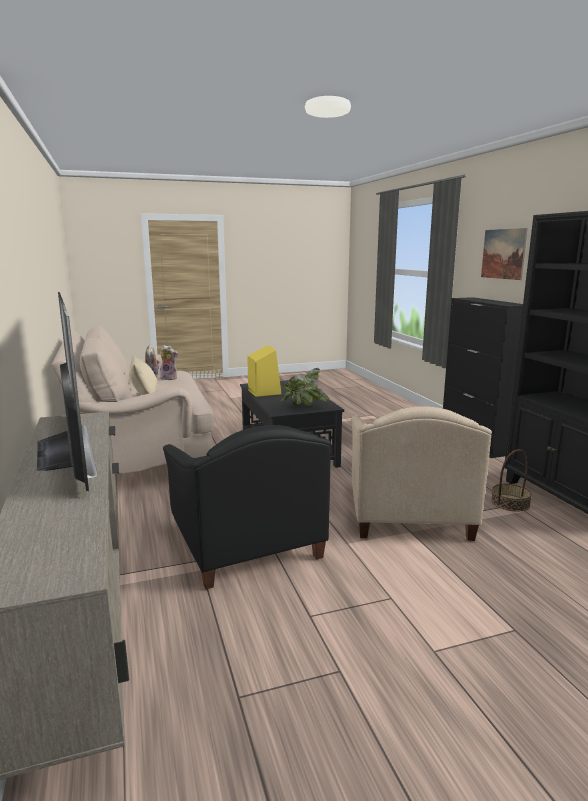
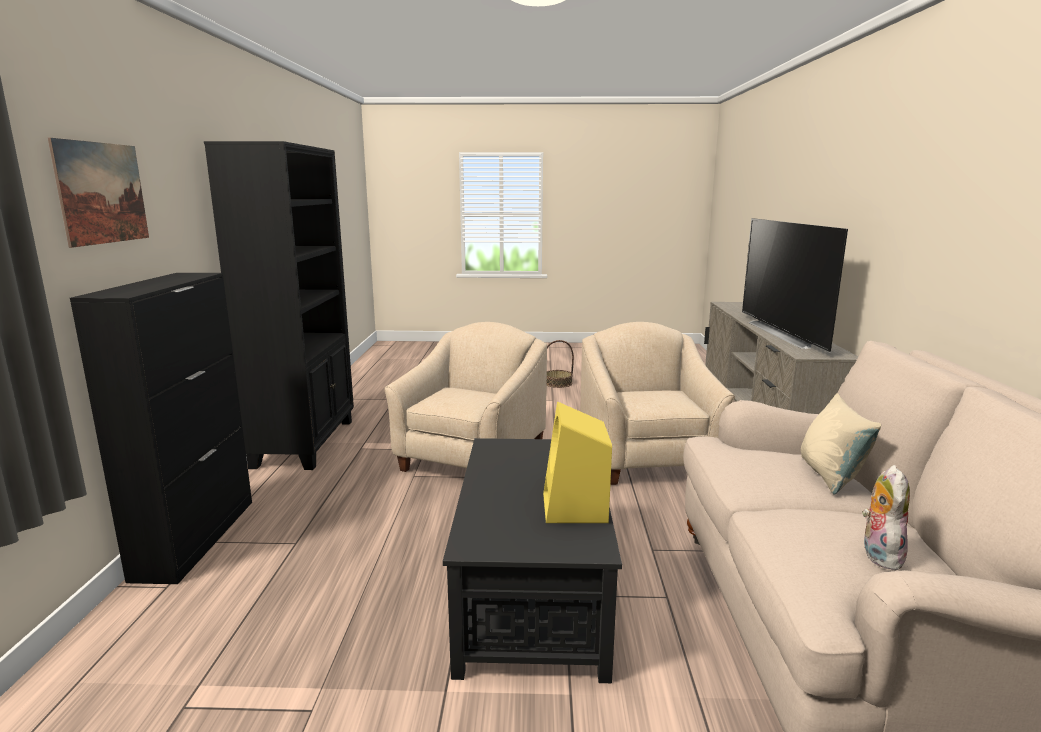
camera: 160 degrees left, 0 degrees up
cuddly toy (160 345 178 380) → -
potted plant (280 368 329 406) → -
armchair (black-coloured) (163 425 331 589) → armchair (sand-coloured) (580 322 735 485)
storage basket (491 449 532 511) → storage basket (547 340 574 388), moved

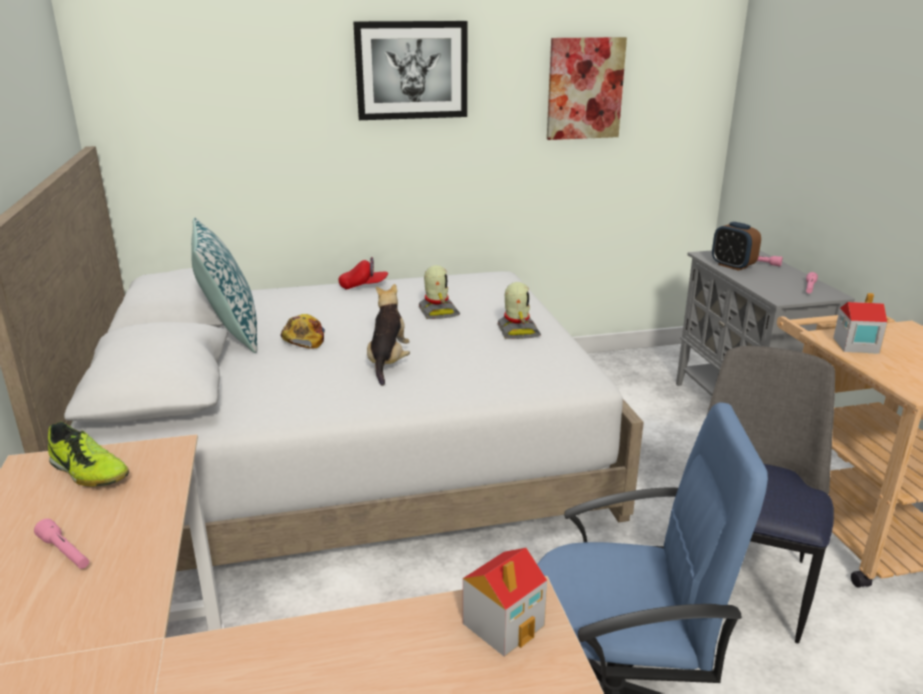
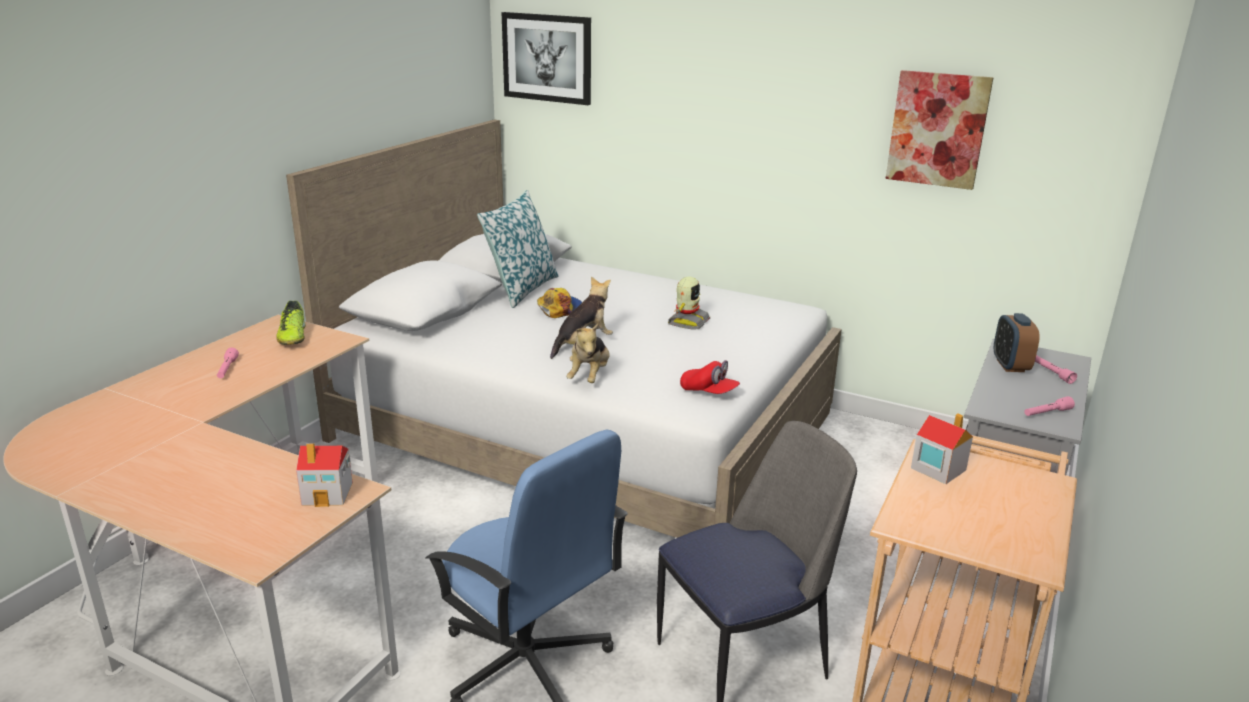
camera: 40 degrees right, 0 degrees up
wall art (353 21 467 120) → wall art (501 12 591 105), moved
cap (red) (339 257 388 289) → cap (red) (680 360 740 394), moved
model robot (498 282 541 339) → -
- → cuddly toy (566 324 610 383)

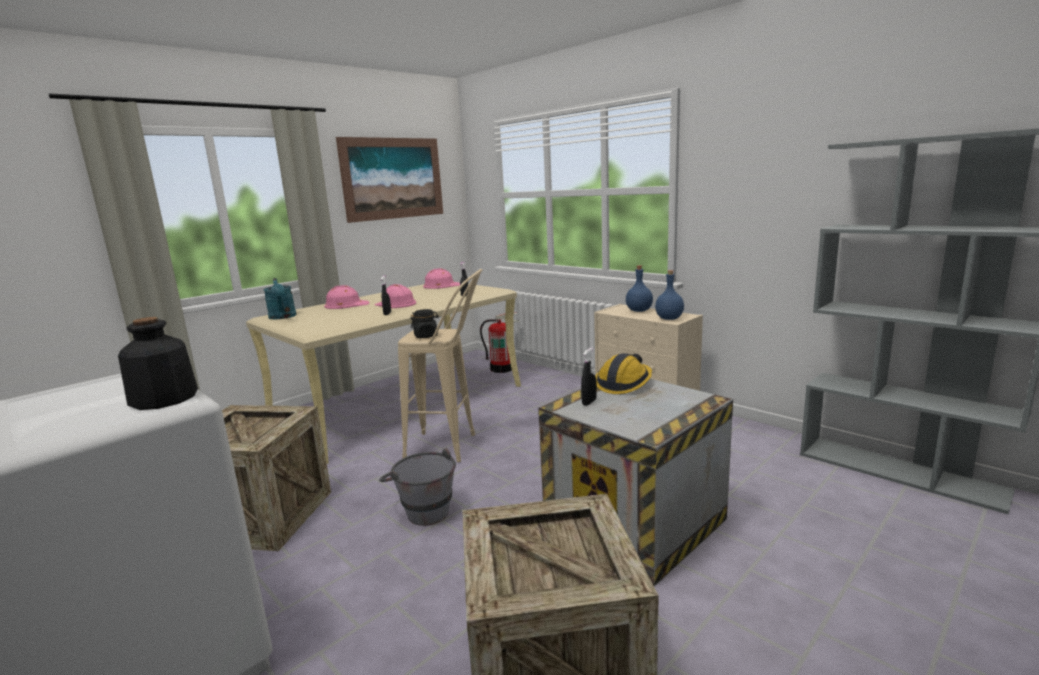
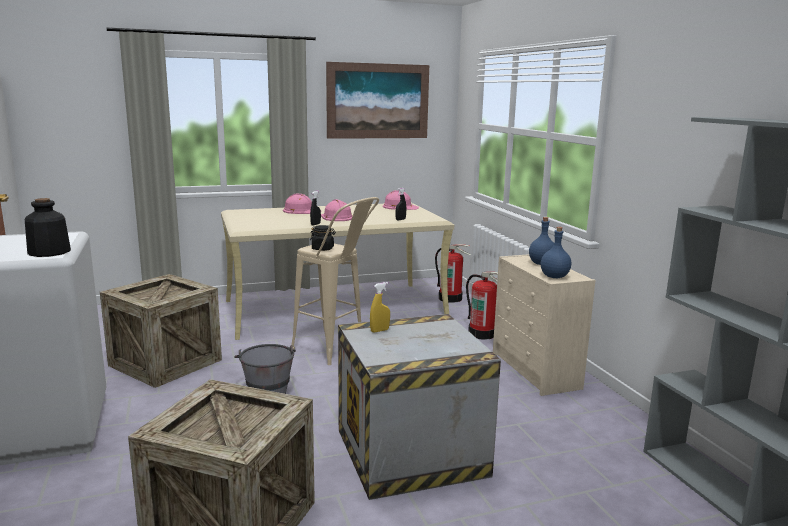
camera: 25 degrees right, 0 degrees up
watering can (blue-green) (263 278 296 319) → -
spray bottle (black-coloured) (581 347 597 406) → spray bottle (yellow-coloured) (370 282 390 333)
hard hat (595 353 652 394) → -
- → fire-fighting cylinder (466 272 498 340)

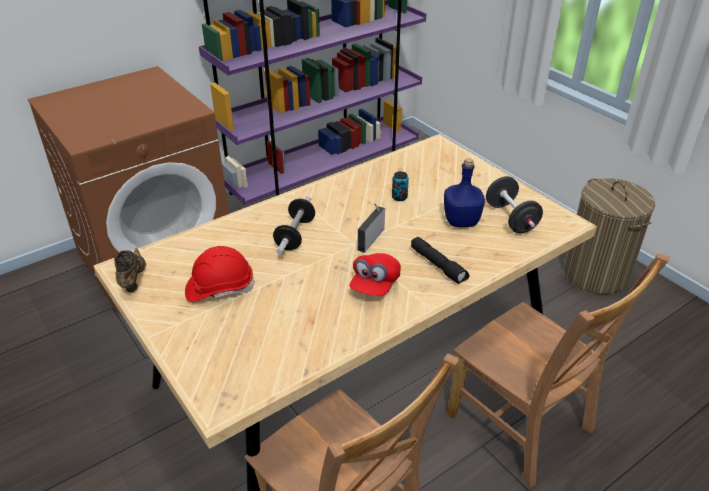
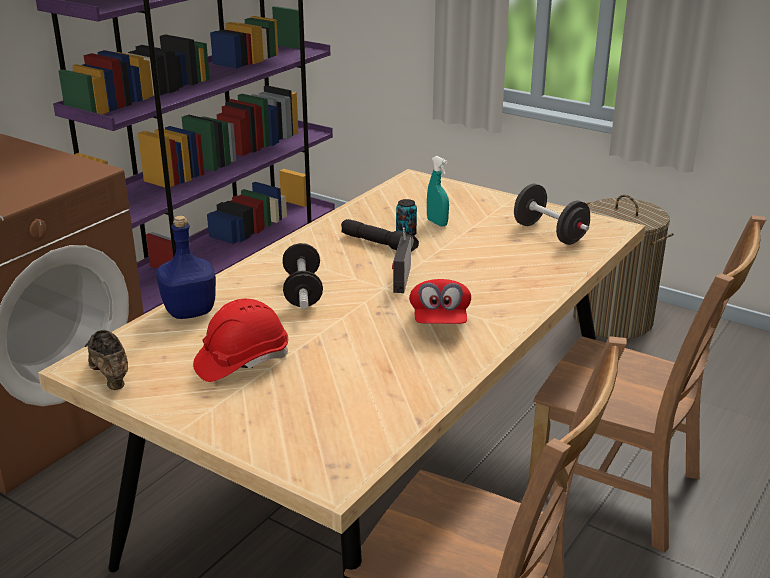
camera: 20 degrees left, 10 degrees down
beverage bottle (blue-coloured) (444 158 485 228) → beverage bottle (blue-coloured) (156 216 216 319), moved
flashlight (black-coloured) (411 237 470 284) → flashlight (black-coloured) (341 219 419 252), moved
- → spray bottle (blue-green) (427 156 449 227)

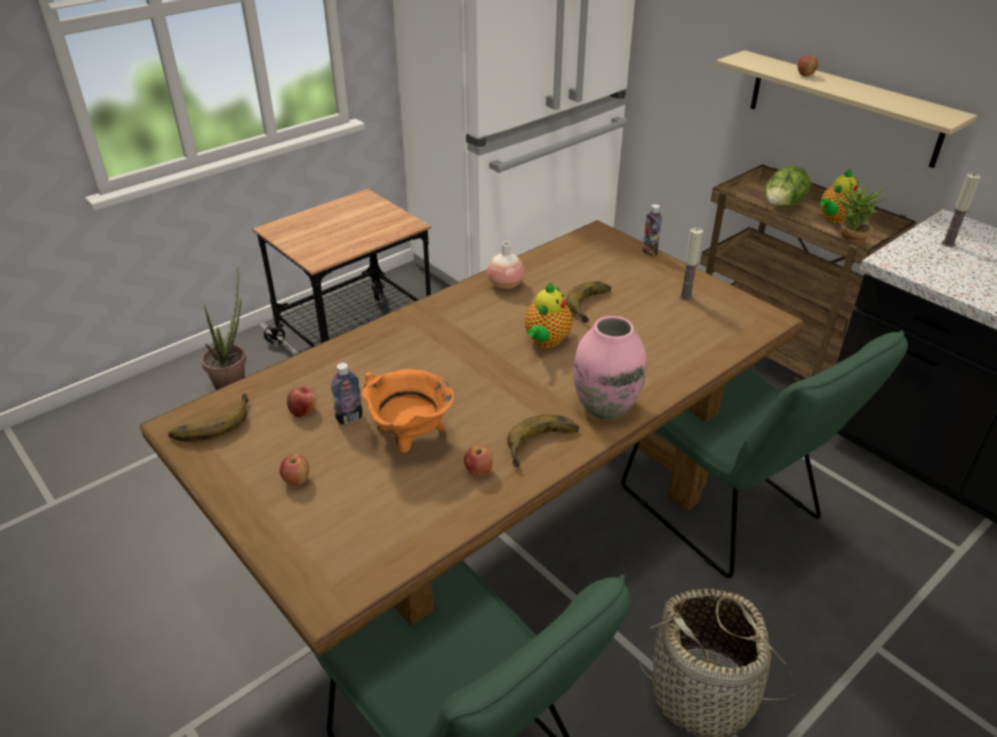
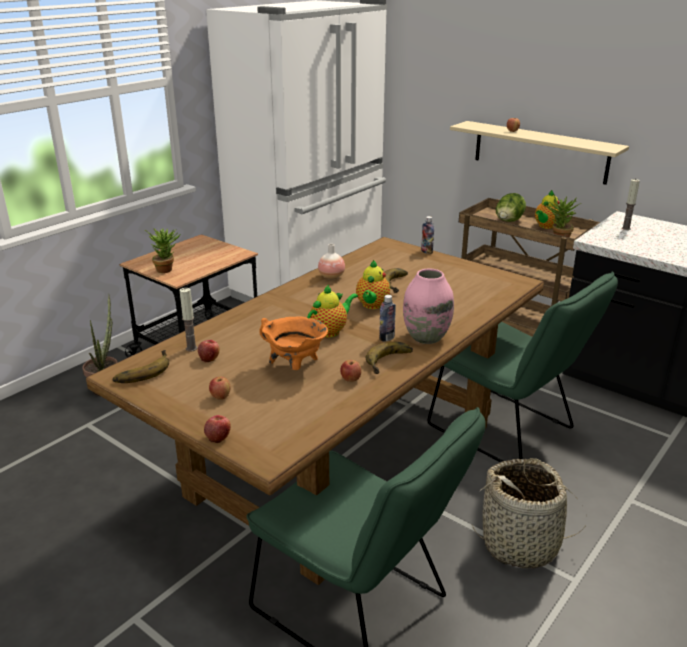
camera: 10 degrees left, 10 degrees down
wax light (679 228 703 301) → wax light (180 288 197 352), moved
beverage bottle (331 363 363 424) → beverage bottle (379 295 396 342), moved
- → potted plant (145 228 181 273)
- → teapot (307 285 358 338)
- → whole apple (204 415 231 443)

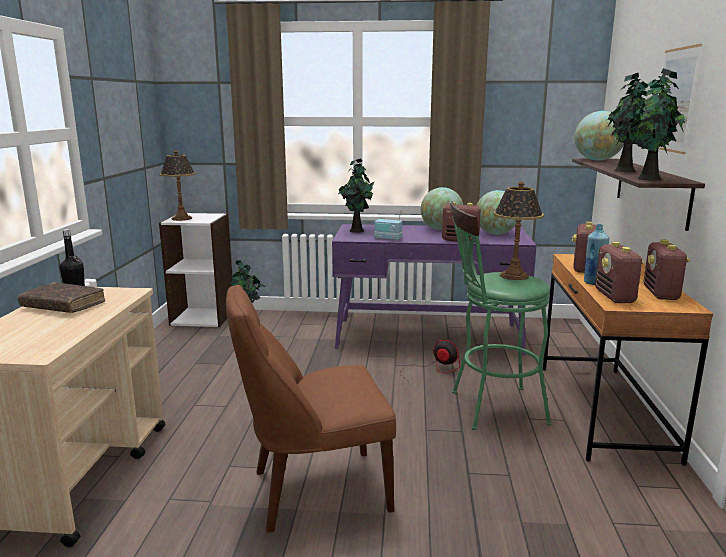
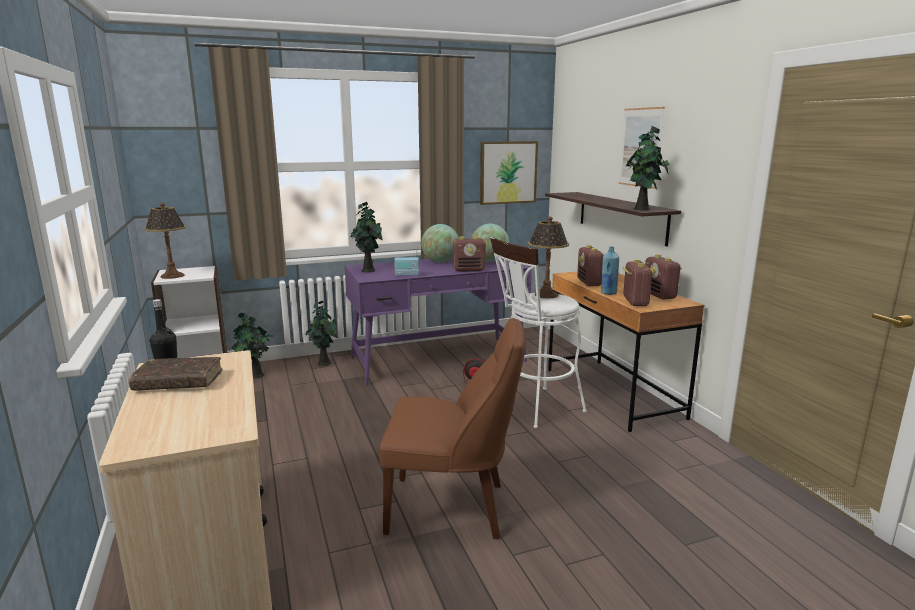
camera: 25 degrees left, 0 degrees up
potted plant (607 73 648 172) → potted plant (305 301 336 366), moved
desk globe (575 111 624 161) → -
sitting stool (greenish) (450 201 552 430) → sitting stool (whitish) (490 237 587 428)
radio receiver (595 242 645 303) → radio receiver (623 259 652 306), 150 degrees counterclockwise
upright chair (brownish) (226 284 396 533) → upright chair (brownish) (380 318 525 539), 135 degrees counterclockwise
- → wall art (480 141 538 205)

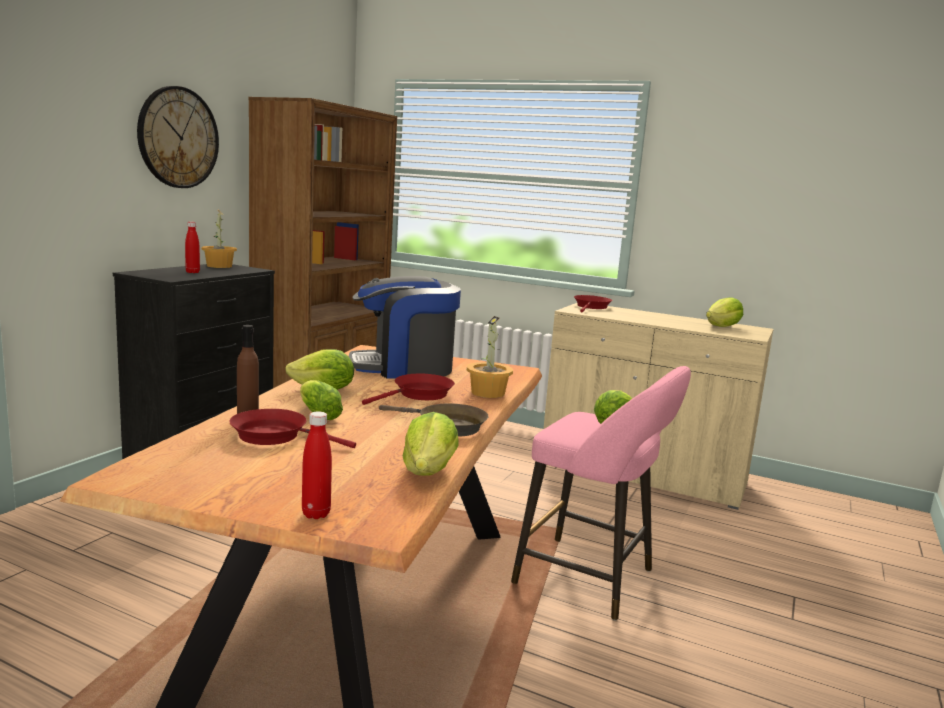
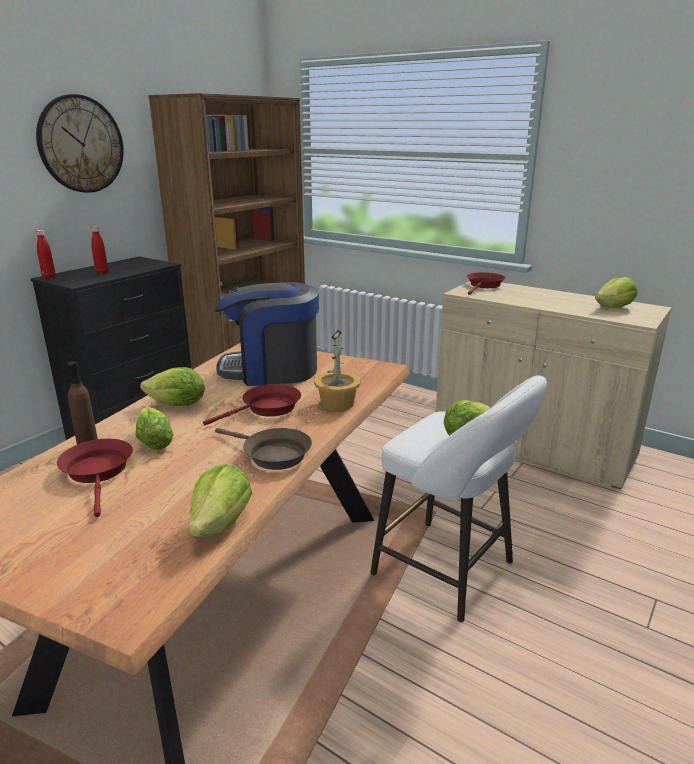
camera: 10 degrees right, 10 degrees up
potted plant (202 210 237 268) → -
sitting stool (pink-coloured) (511 366 691 621) → sitting stool (whitish) (371 375 547 623)
pan (red) (229 409 356 448) → pan (red) (57 439 133 517), 45 degrees clockwise
beverage bottle (red) (302 411 332 519) → beverage bottle (red) (36 230 56 279), moved

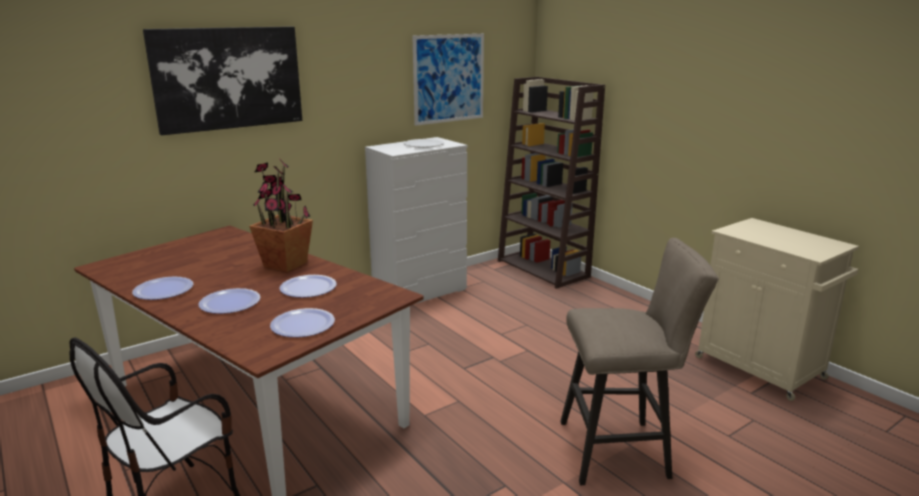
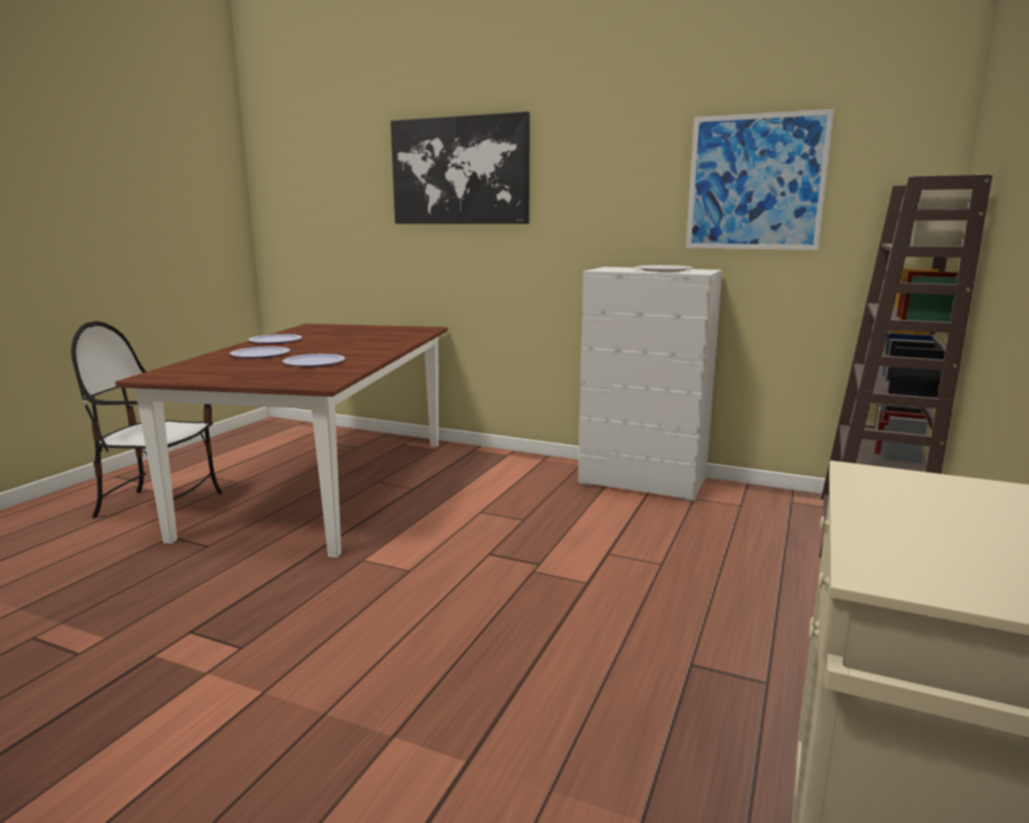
camera: 60 degrees right, 5 degrees down
potted plant (249 159 313 272) → -
sitting stool (sand-coloured) (560 238 718 485) → -
plate (270 308 335 337) → -

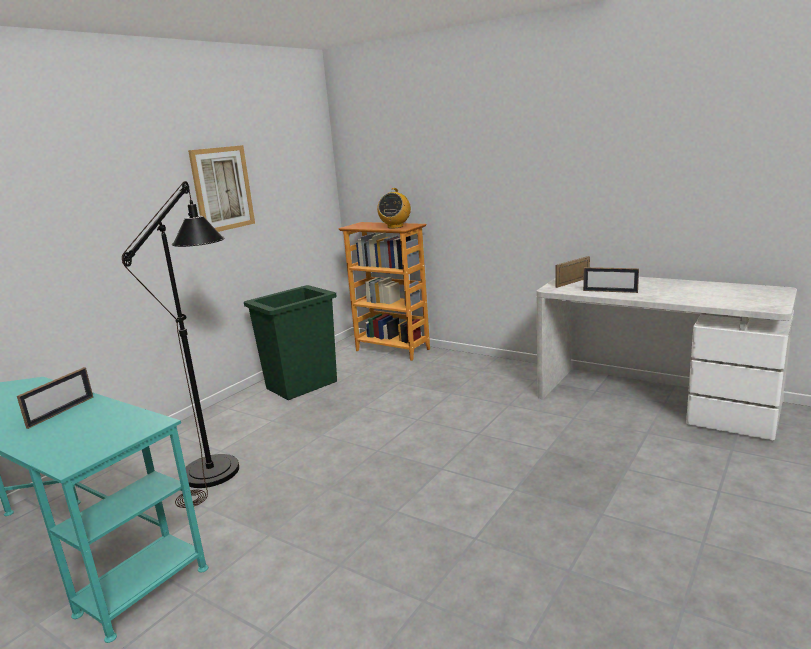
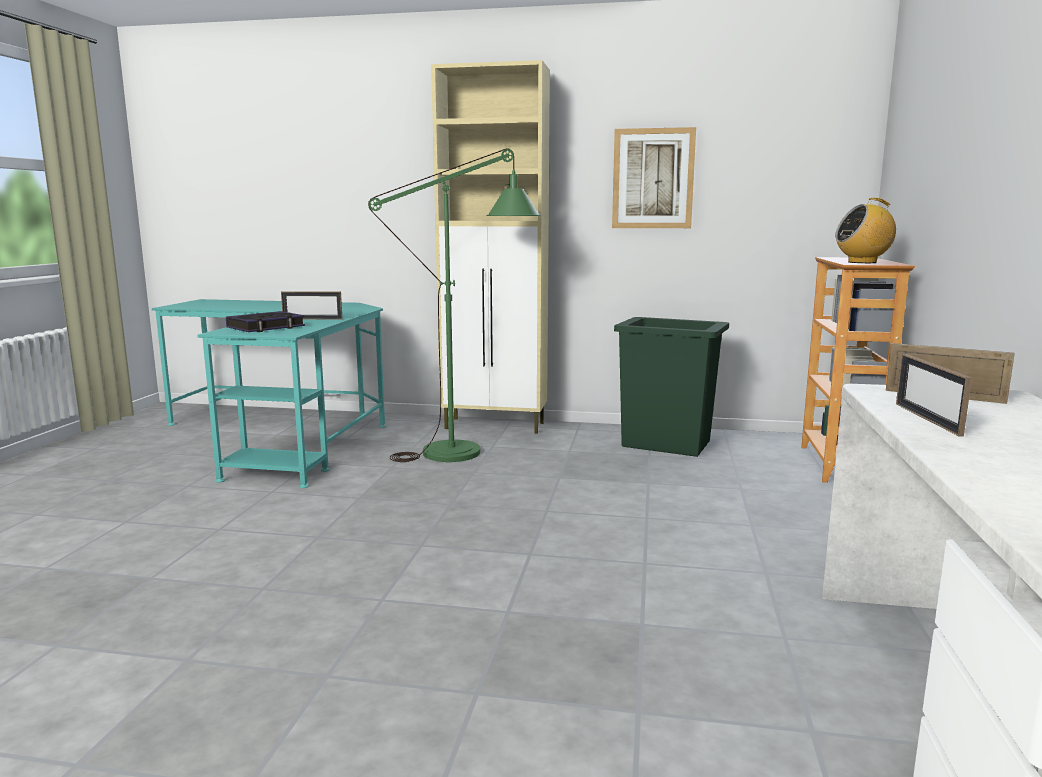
camera: 65 degrees right, 5 degrees down
standing lamp (black-coloured) (122 181 239 508) → standing lamp (greenish) (368 149 541 462)
- → storage cabinet (sand-coloured) (431 60 550 434)
- → volume (226 311 305 332)

